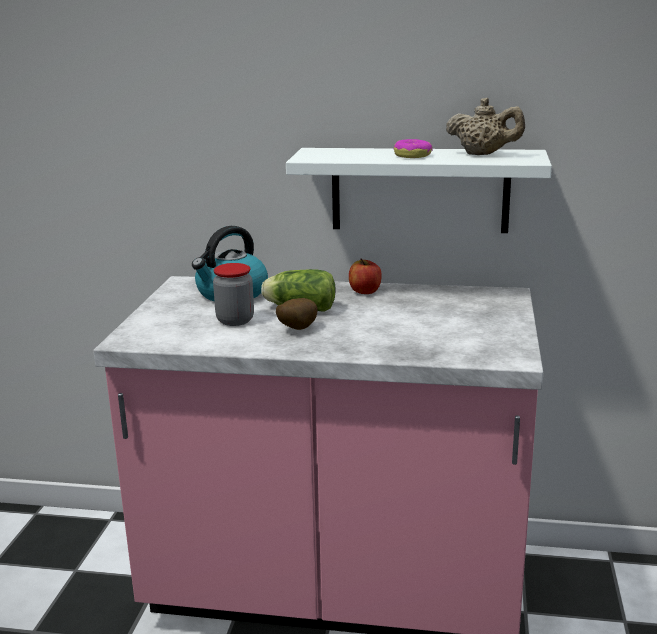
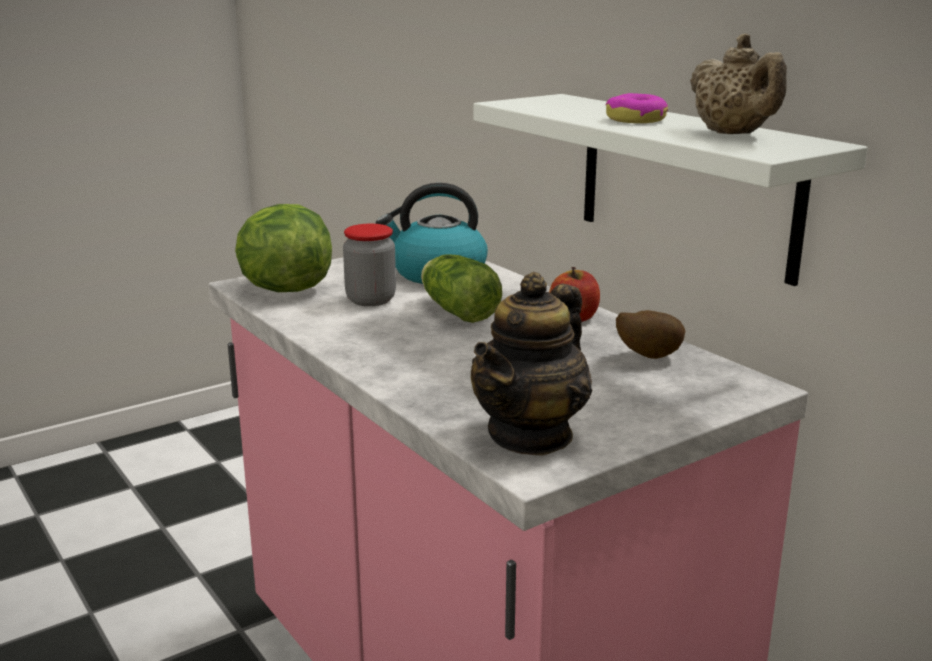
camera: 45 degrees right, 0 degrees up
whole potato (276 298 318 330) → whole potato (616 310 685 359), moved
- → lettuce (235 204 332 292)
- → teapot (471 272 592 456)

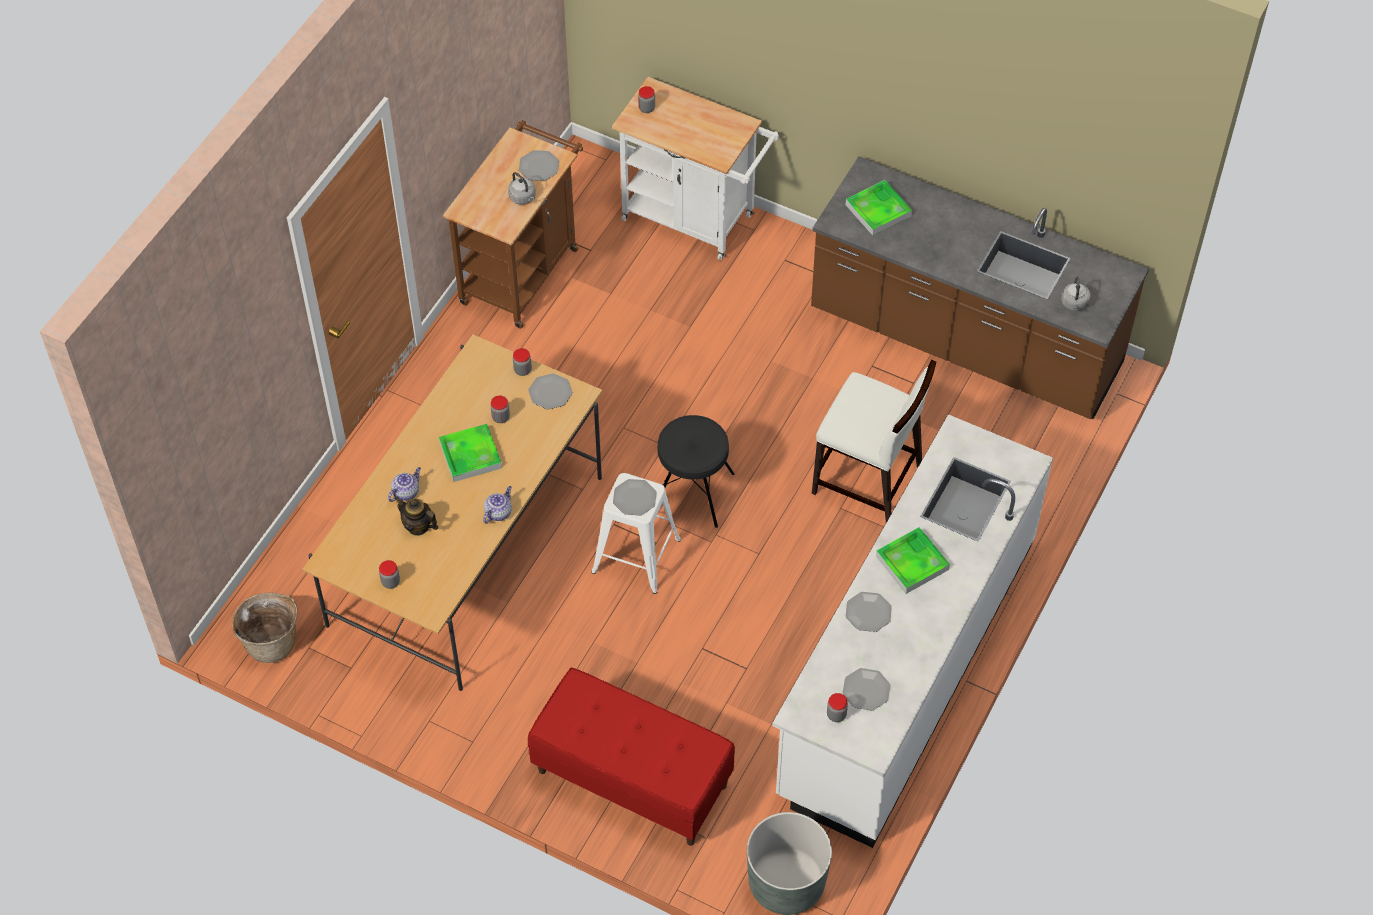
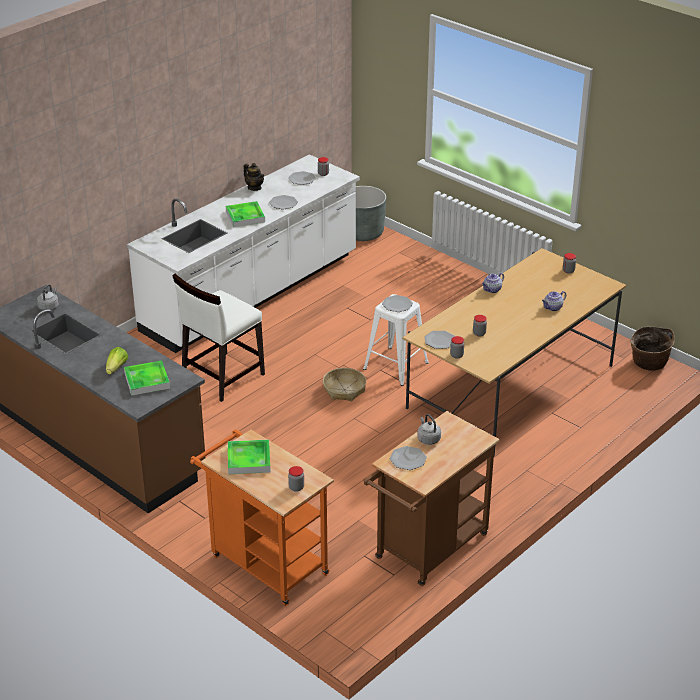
camera: 165 degrees left, 20 degrees down
wheeled cart (whitish) (611 77 779 260) → wheeled cart (orange-coloured) (190 430 334 606)
upright chair (whitish) (812 360 936 523) → upright chair (whitish) (172 274 265 402), 90 degrees counterclockwise
sitting stool (black-coloured) (658 415 734 528) → storage basket (323 368 366 401)
carrying tray (439 424 502 482) → carrying tray (228 439 271 474), moved
teapot (395 497 438 536) → teapot (244 163 264 191), moved
long seat (red) (528 668 735 846) → -
- → lettuce (106 347 128 375)

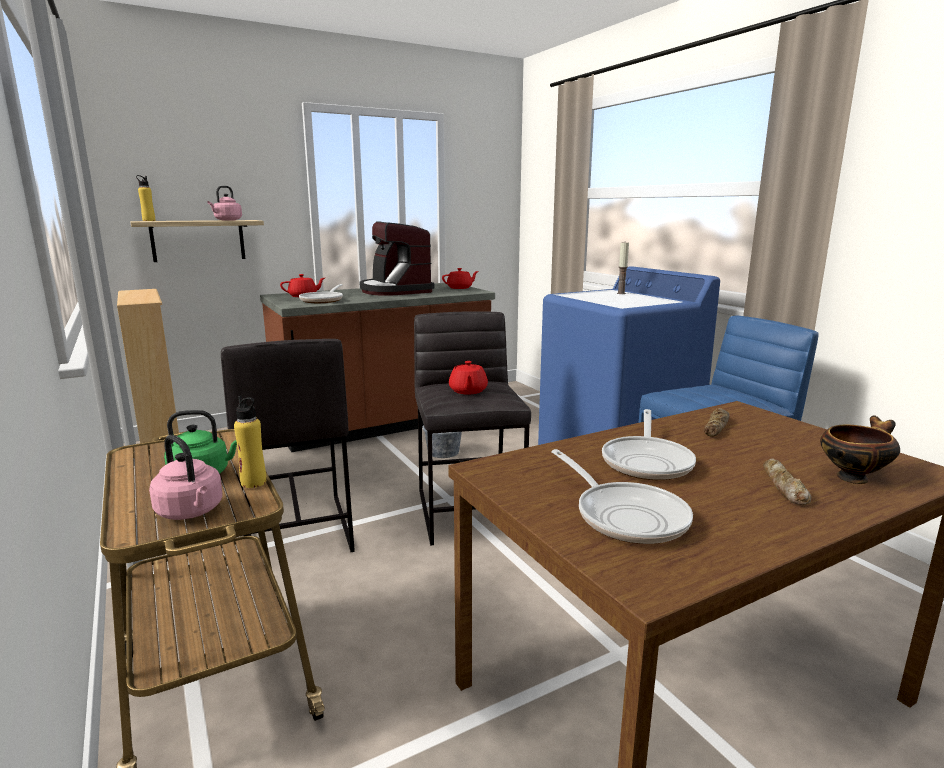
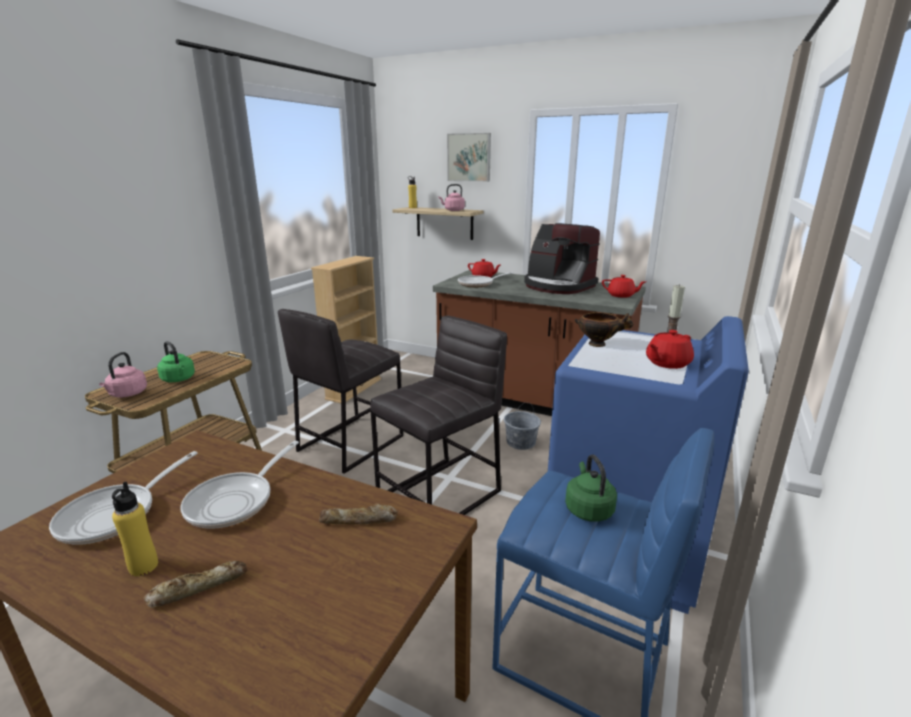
camera: 55 degrees right, 5 degrees up
coffee maker (359 221 434 296) → coffee maker (524 223 600 294), 75 degrees counterclockwise
teapot (red) (449 361 488 394) → teapot (red) (646 330 694 369), moved
beverage bottle (yellow-coloured) (234 395 266 488) → beverage bottle (yellow-coloured) (112 482 158 576), moved
pan (602 409 696 480) → pan (180 441 299 529), 45 degrees counterclockwise
serving bowl (820 415 900 484) → serving bowl (575 312 634 347), moved
- → wall art (447 133 491 182)
- → tea kettle (greenish) (565 454 617 522)

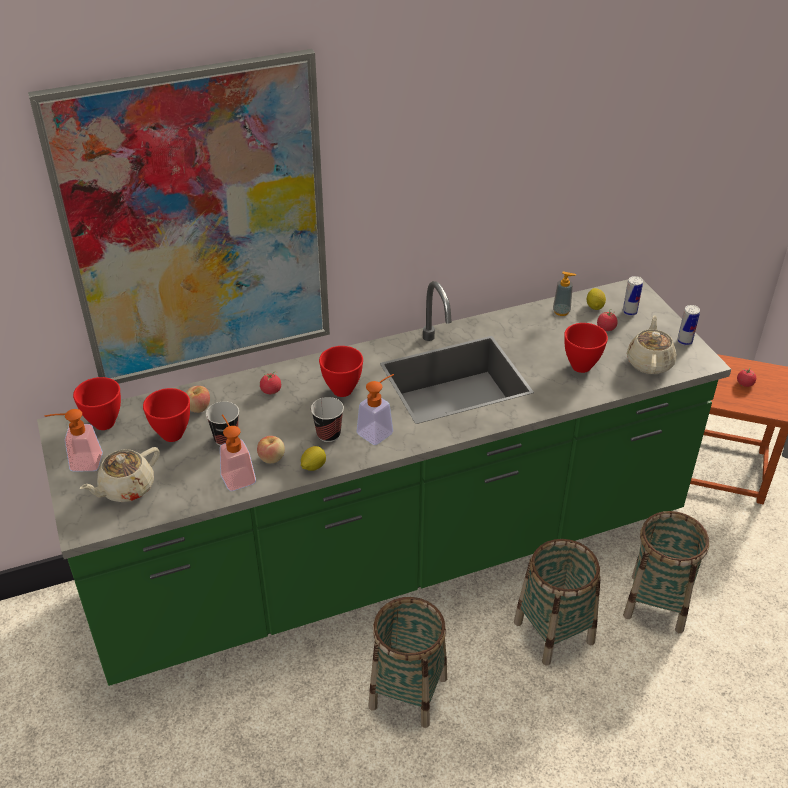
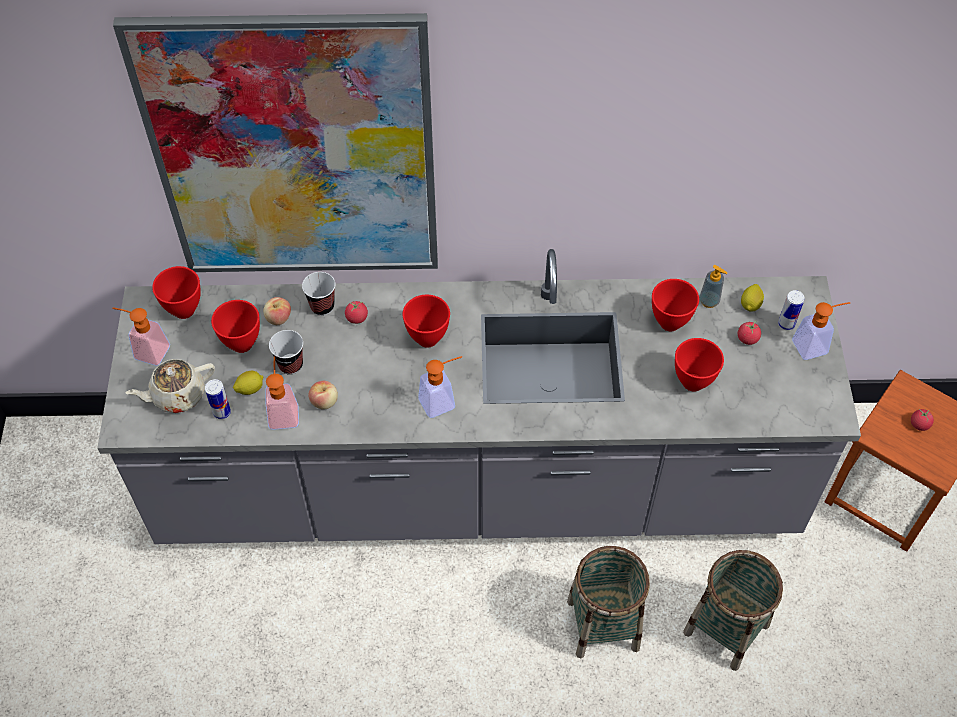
camera: 20 degrees right, 15 degrees up
kitchen base unit (greenish) (37 277 731 686) → kitchen base unit (greyish) (97 249 861 544)
sealed can (677 305 700 346) → sealed can (205 379 231 419), moved
teapot (sand-coloured) (627 315 677 374) → -
cup (311 397 344 442) → cup (302 272 335 316), moved
whole lemon (301 446 326 471) → whole lemon (233 371 263 395), moved
storage basket (369 597 447 728) → -
- → serving bowl (red) (652 279 699 331)
- → soap dispenser (792 302 850 360)

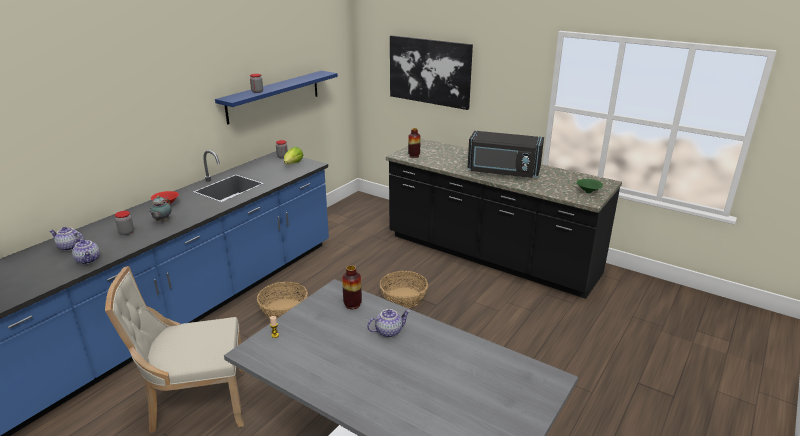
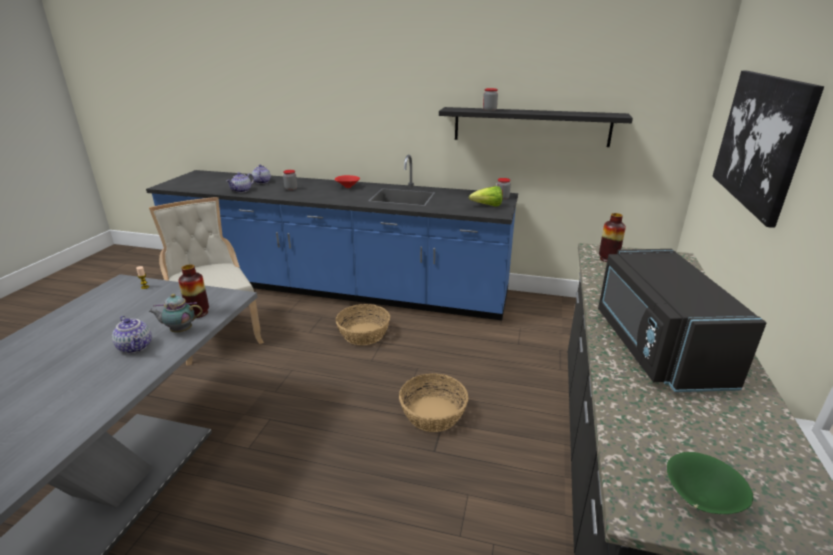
camera: 70 degrees right, 0 degrees up
wall shelf (blue-coloured) (215 71 338 124) → wall shelf (black-coloured) (439 107 633 147)
teapot (149 196 172 222) → teapot (148 294 203 332), moved

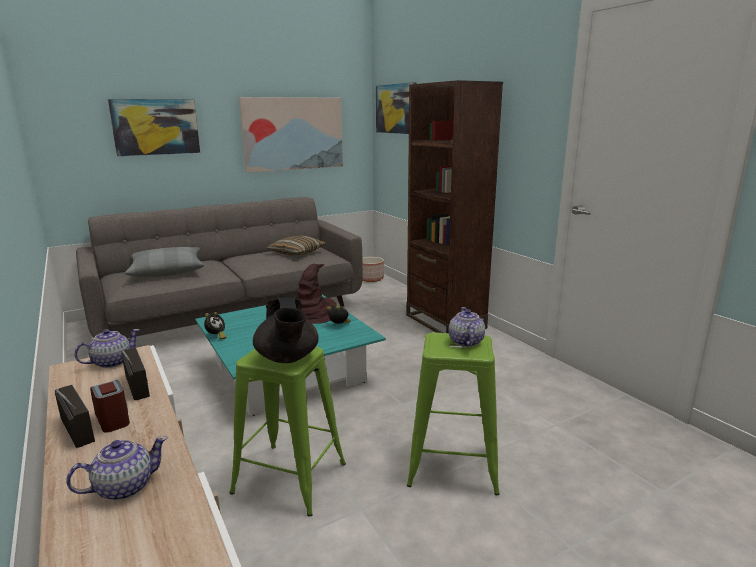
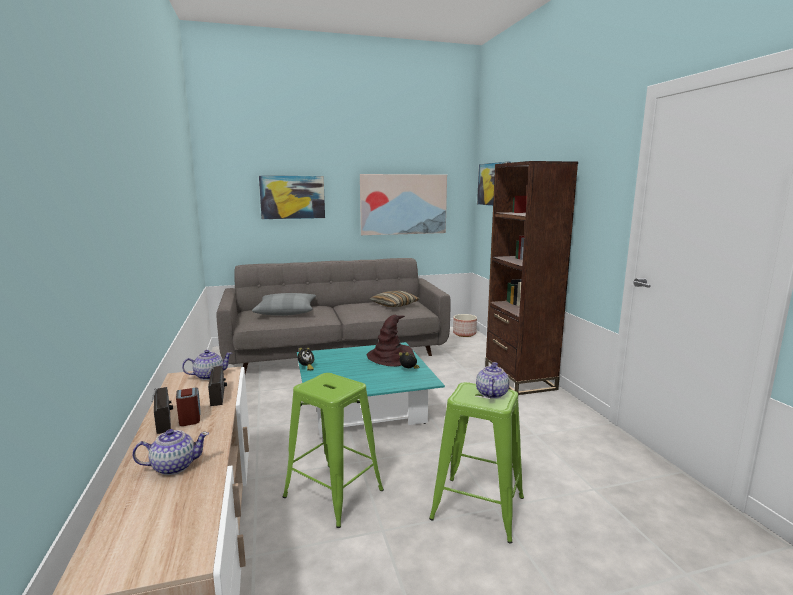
camera: 15 degrees right, 5 degrees down
teapot (black-coloured) (253 297 319 363) → -

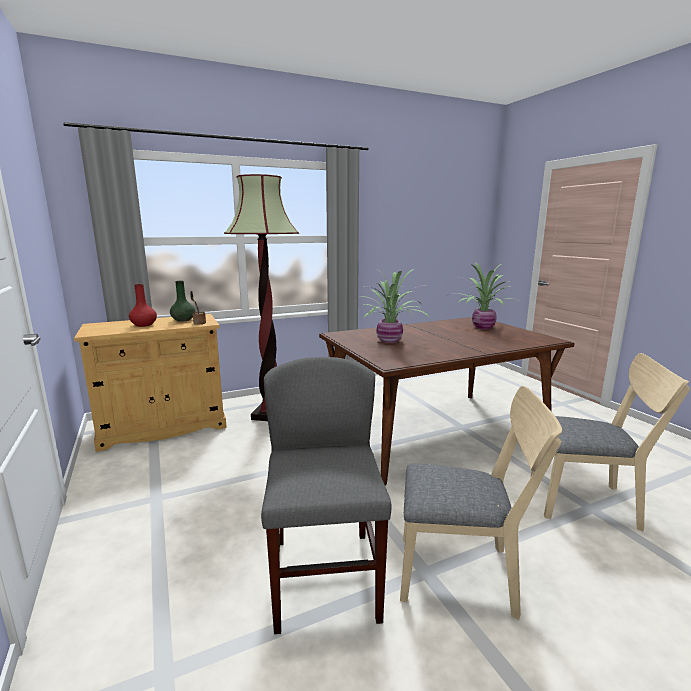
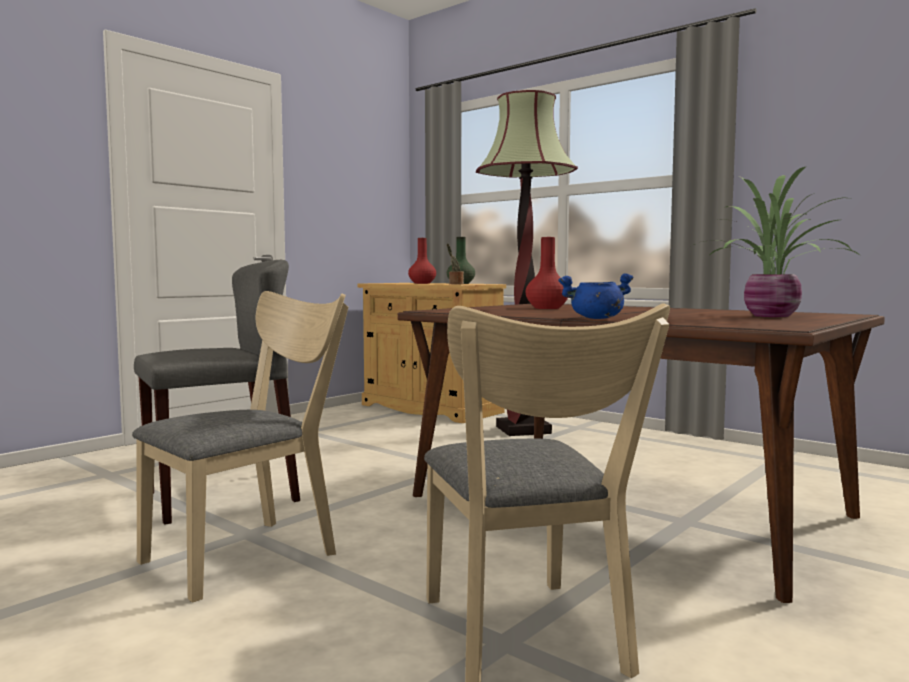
camera: 65 degrees right, 10 degrees down
potted plant (362 269 429 343) → vase (red) (525 237 568 309)
upright chair (sand-coloured) (400 386 562 620) → upright chair (sand-coloured) (132 291 349 603), 120 degrees counterclockwise
- → cooking pot (blue-coloured) (558 273 633 319)

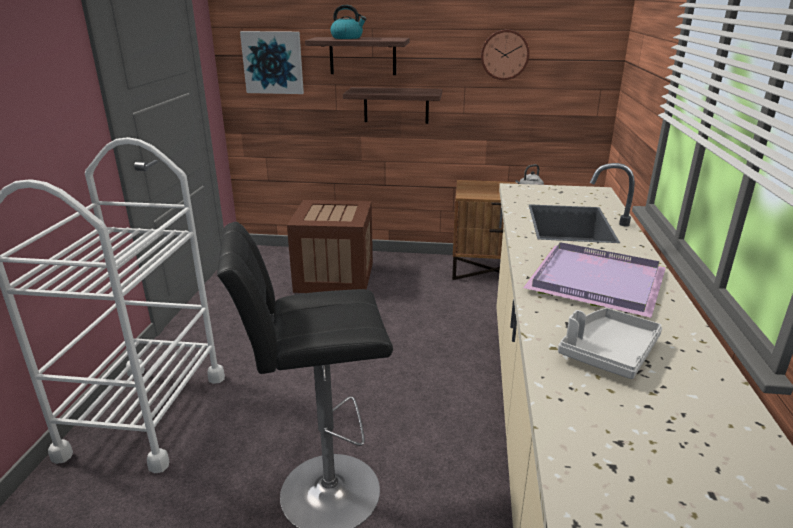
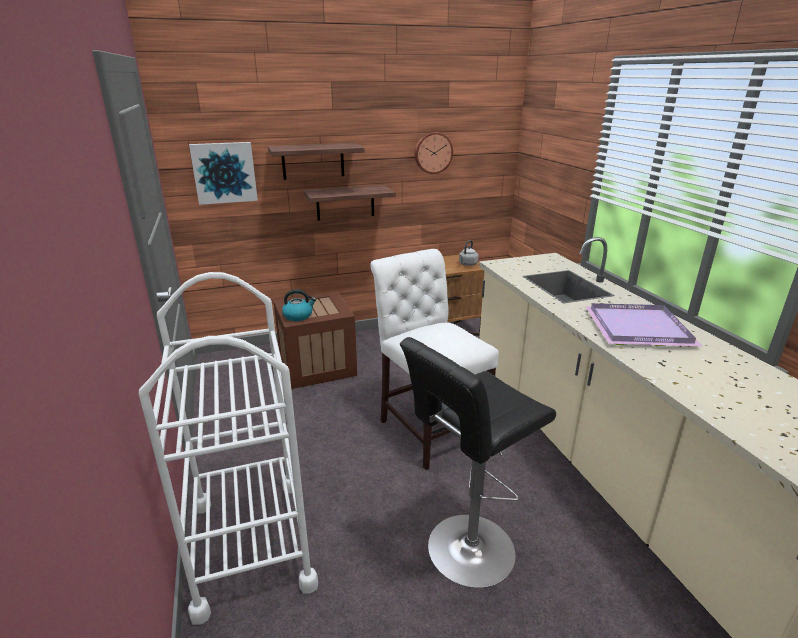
camera: 25 degrees left, 0 degrees up
tea kettle (330 5 366 39) → tea kettle (282 289 316 321), moved
carrying tray (greyish) (558 308 662 379) → -
- → upright chair (whitish) (370 249 499 470)

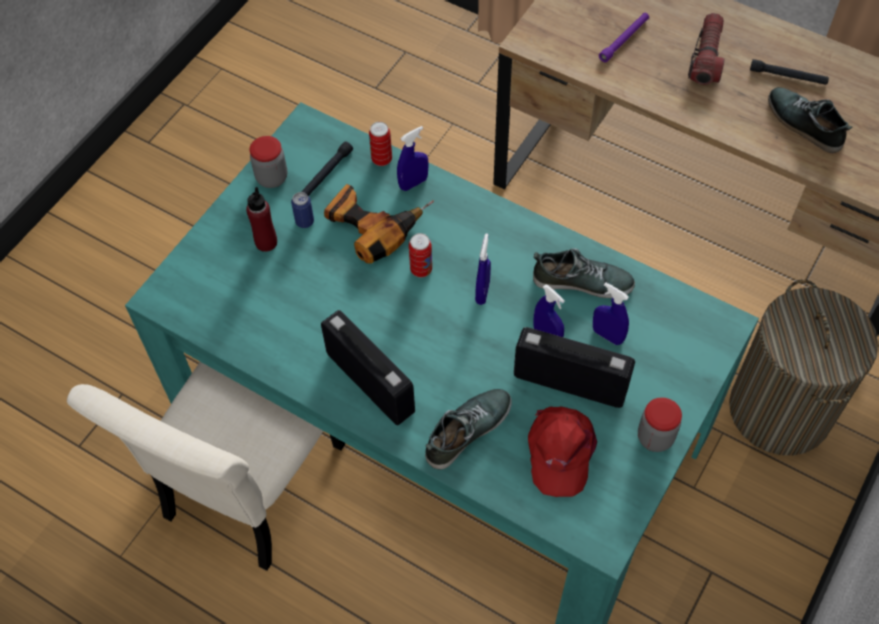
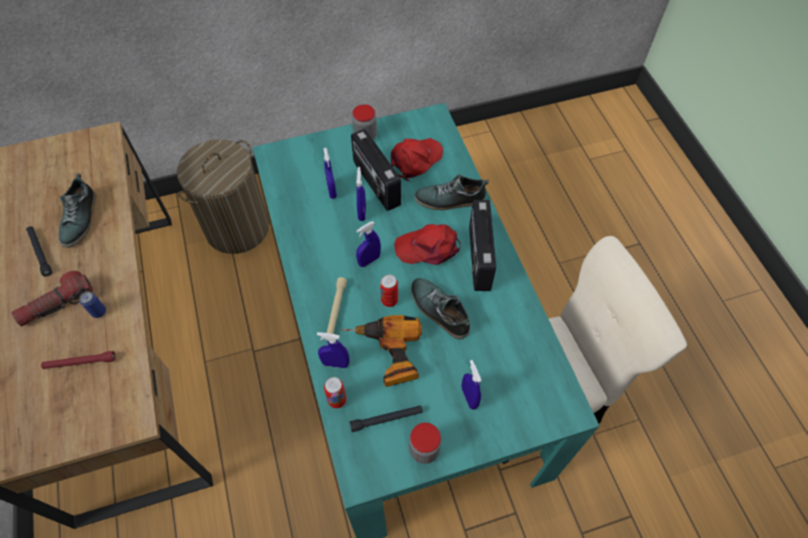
camera: 140 degrees left, 0 degrees up
flashlight (purple) (599 13 649 62) → flashlight (red) (41 351 115 369)
beverage bottle (red) (246 187 277 252) → spray bottle (blue-coloured) (462 360 481 410)
sealed can (291 192 314 228) → sealed can (79 292 106 318), moved
low shoe (533 248 635 298) → low shoe (411 278 471 339), moved
- → cap (red) (394 224 461 265)
- → flashlight (sand-coloured) (327 277 347 334)

